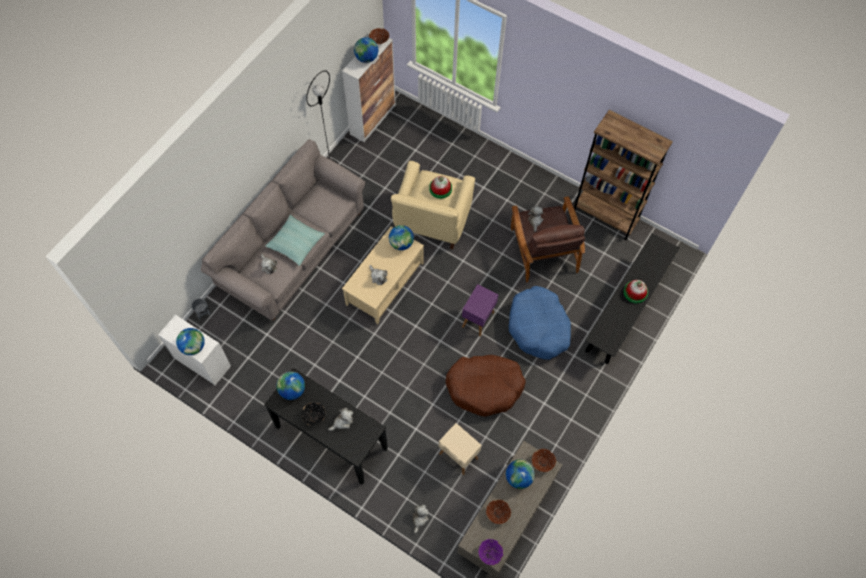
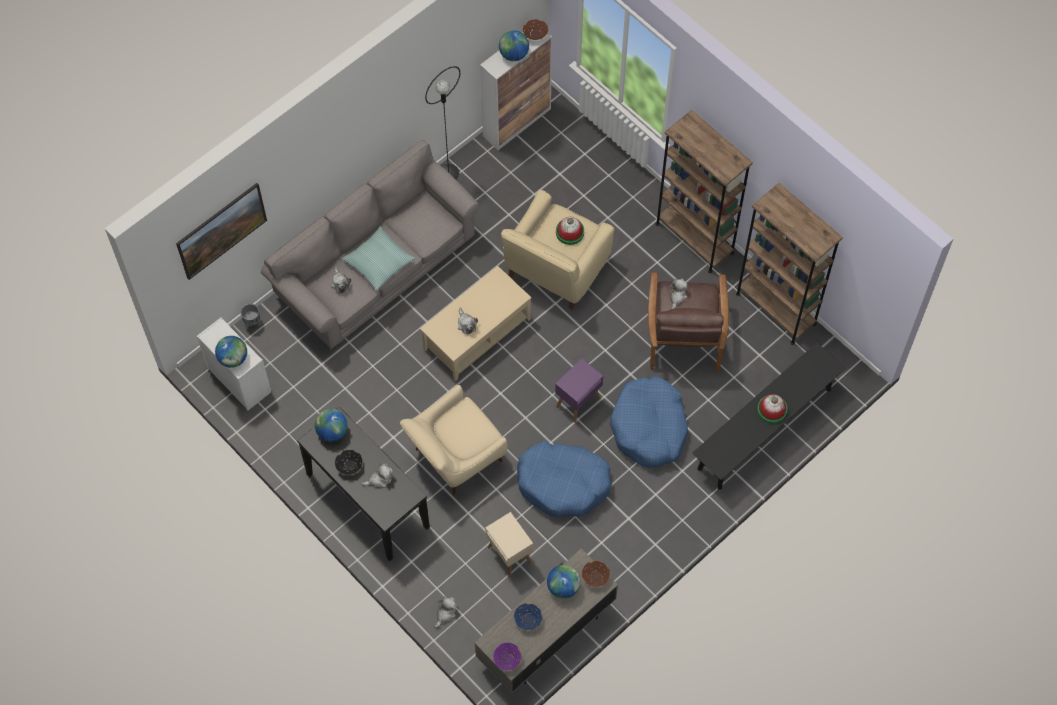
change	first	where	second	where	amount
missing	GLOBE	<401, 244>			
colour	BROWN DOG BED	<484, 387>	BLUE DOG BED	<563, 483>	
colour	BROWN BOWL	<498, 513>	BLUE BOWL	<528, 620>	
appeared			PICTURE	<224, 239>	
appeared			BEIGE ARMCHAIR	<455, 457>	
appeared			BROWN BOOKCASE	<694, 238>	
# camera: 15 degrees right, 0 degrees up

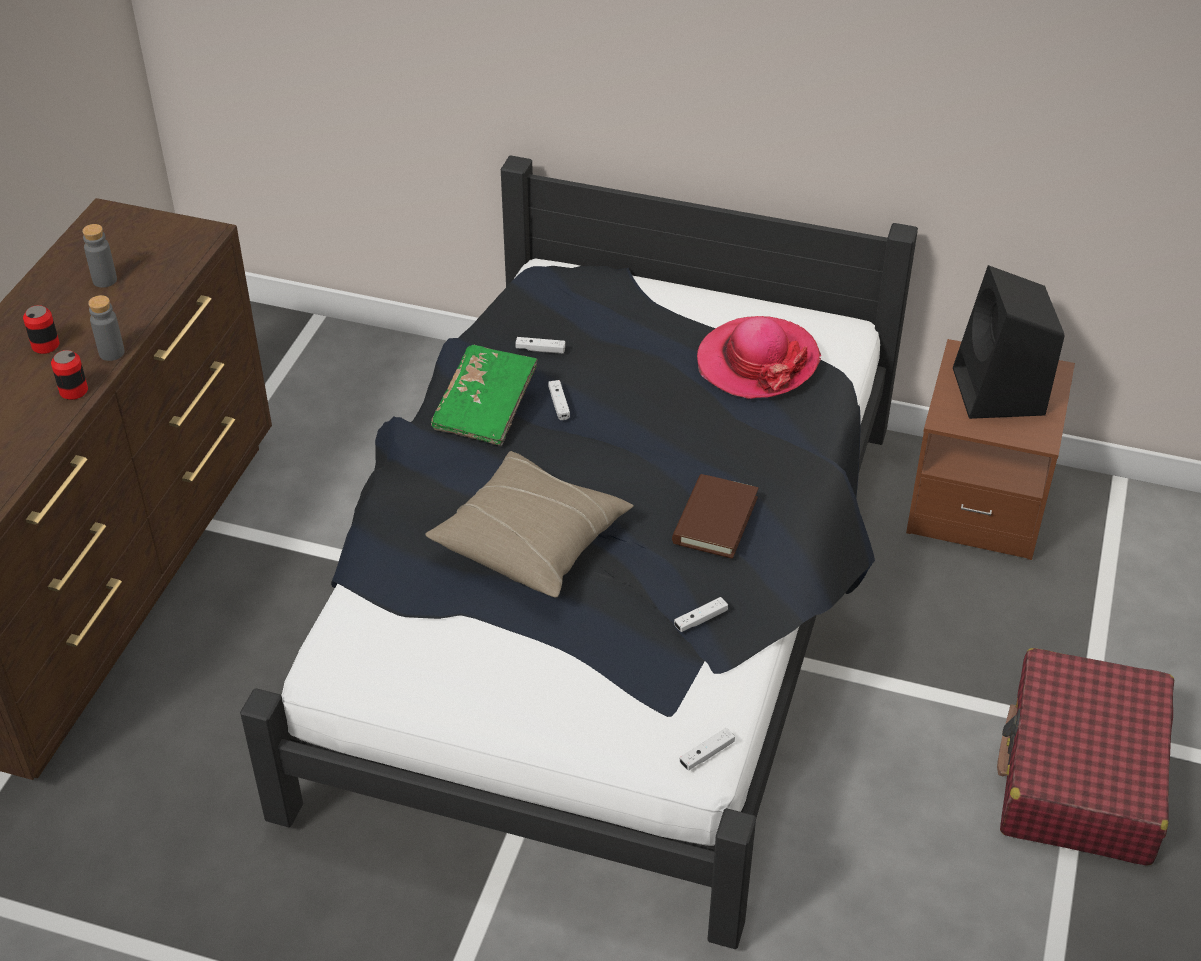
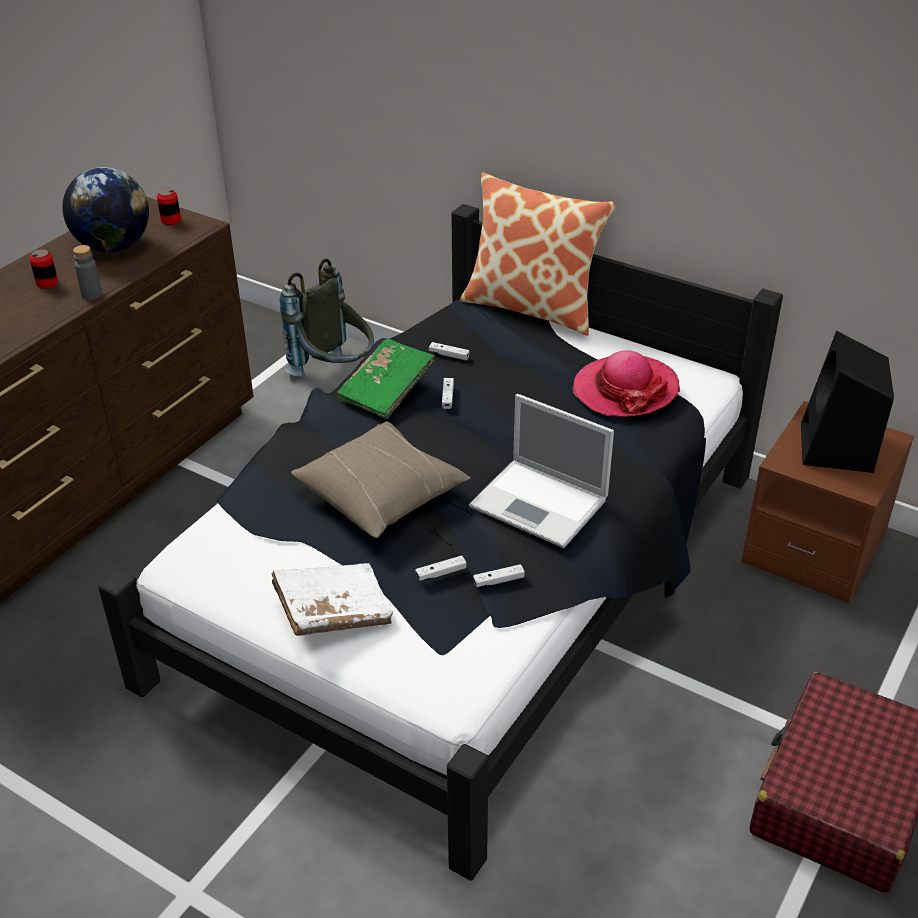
change	first	where	second	where	amount
relocated	CAN	<74, 391>		<171, 220>	
exchanged	GREY BOTTLE	<105, 280>	GLOBE	<113, 246>	
exchanged	BROWN BOOK	<715, 520>	LAPTOP	<541, 504>	
relocated	WHITE GAME CONTROLLER	<707, 754>		<441, 573>	
appeared			WHITE BOOK	<333, 612>	
appeared			GREY BACKPACK	<335, 373>	
appeared			PILLOW	<532, 307>	
# camera: 15 degrees right, 5 degrees down

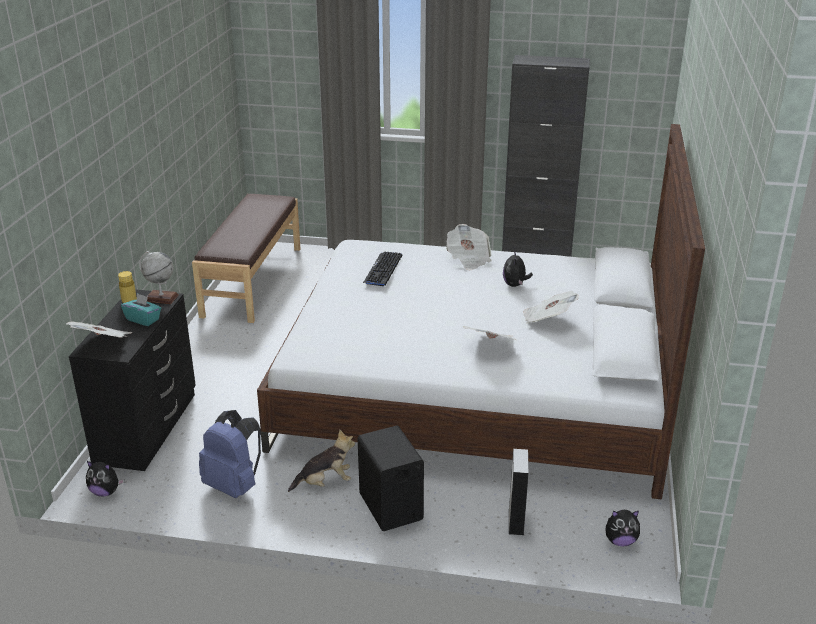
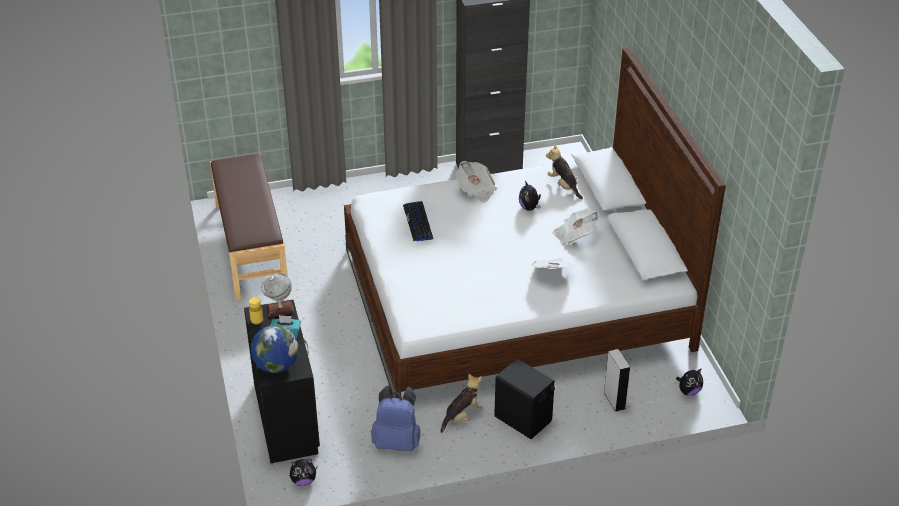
change	first	where	second	where	amount
exchanged	NEWSPAPER	<103, 343>	GLOBE	<276, 366>	
appeared			PLUSH TOY	<563, 186>	
# camera: 25 degrees left, 10 degrees up

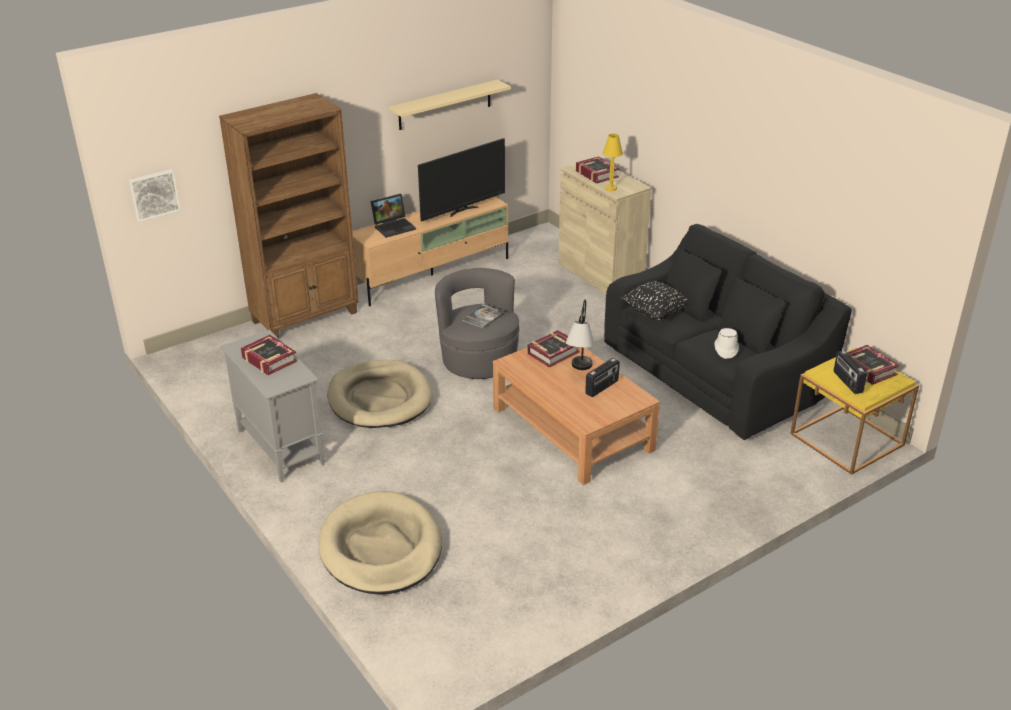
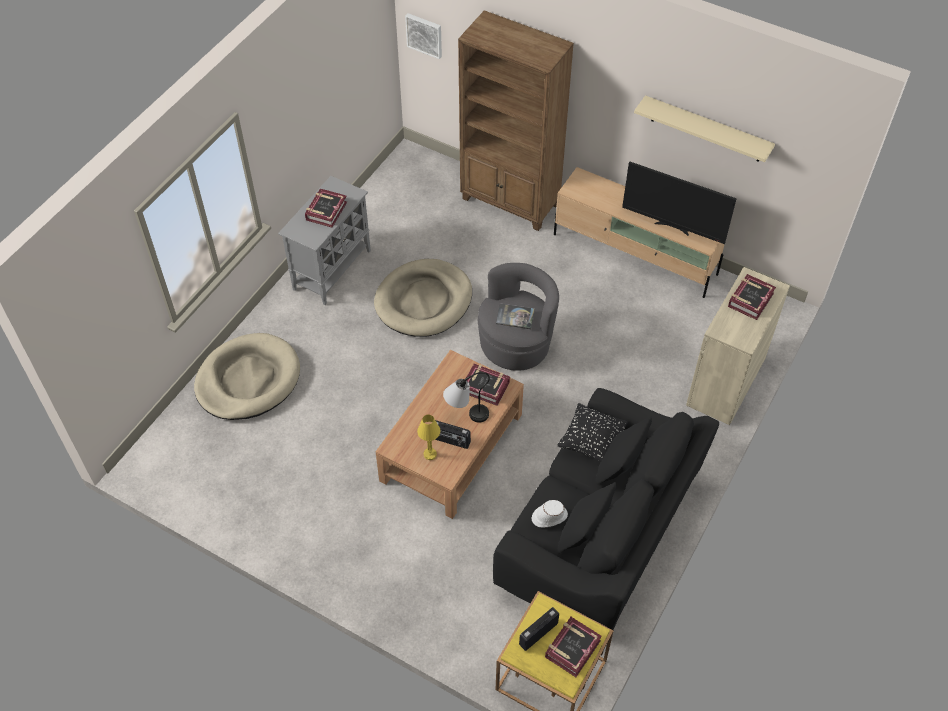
change	first	where	second	where	amount
missing	LAPTOP	<394, 226>			
relocated	YELLOW TABLE LAMP	<610, 188>		<430, 454>	
# camera: 65 degrees right, 20 degrees up

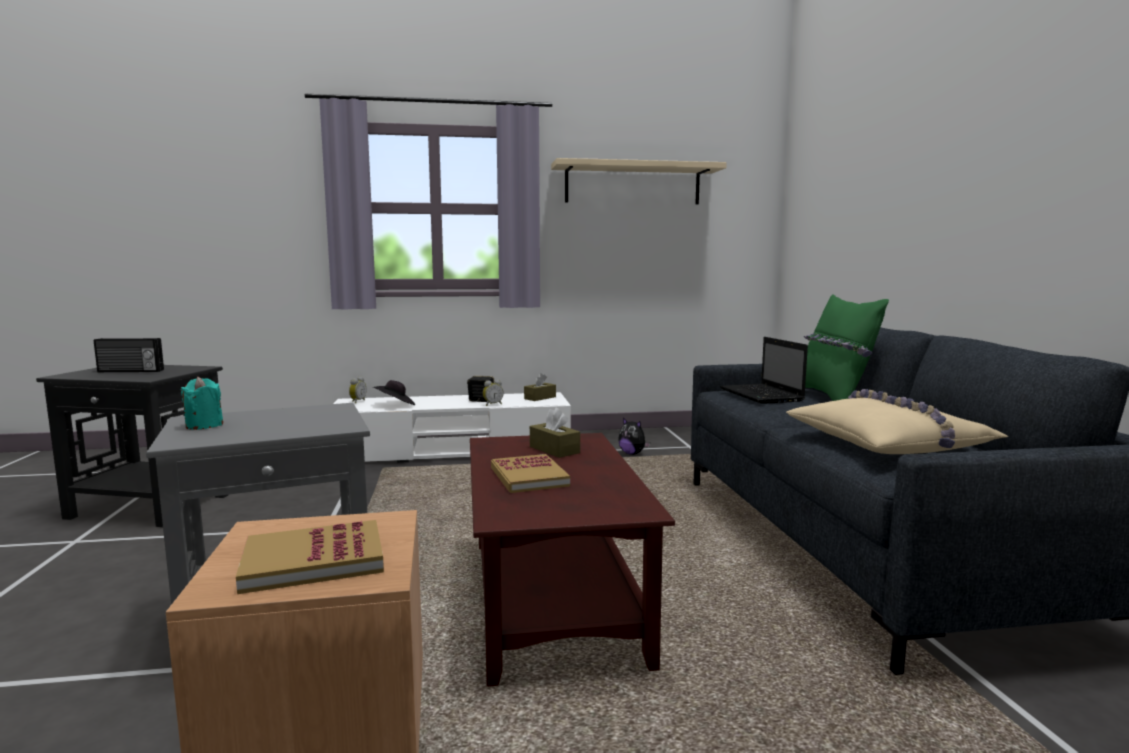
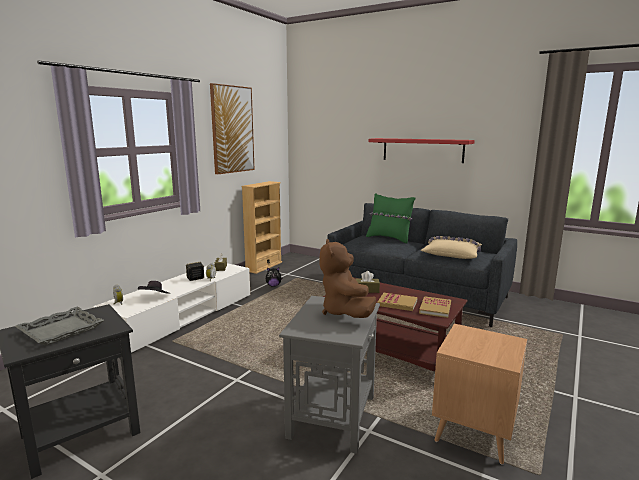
change	first	where	second	where	amount
exchanged	RADIO	<130, 371>	GREY TRAY	<61, 330>	
missing	TURQUOISE CANDLE	<204, 425>			
relocated	BOOK	<314, 561>		<435, 308>	
exchanged	BEIGE SHELF	<633, 184>	PICTURE	<232, 129>	
missing	LAPTOP	<762, 395>			
appeared			BEIGE BOOKCASE	<264, 266>	
appeared			BROWN PLUSH TOY	<345, 312>	
appeared			RED SHELF	<422, 150>	
# camera: 50 degrees left, 5 degrees up

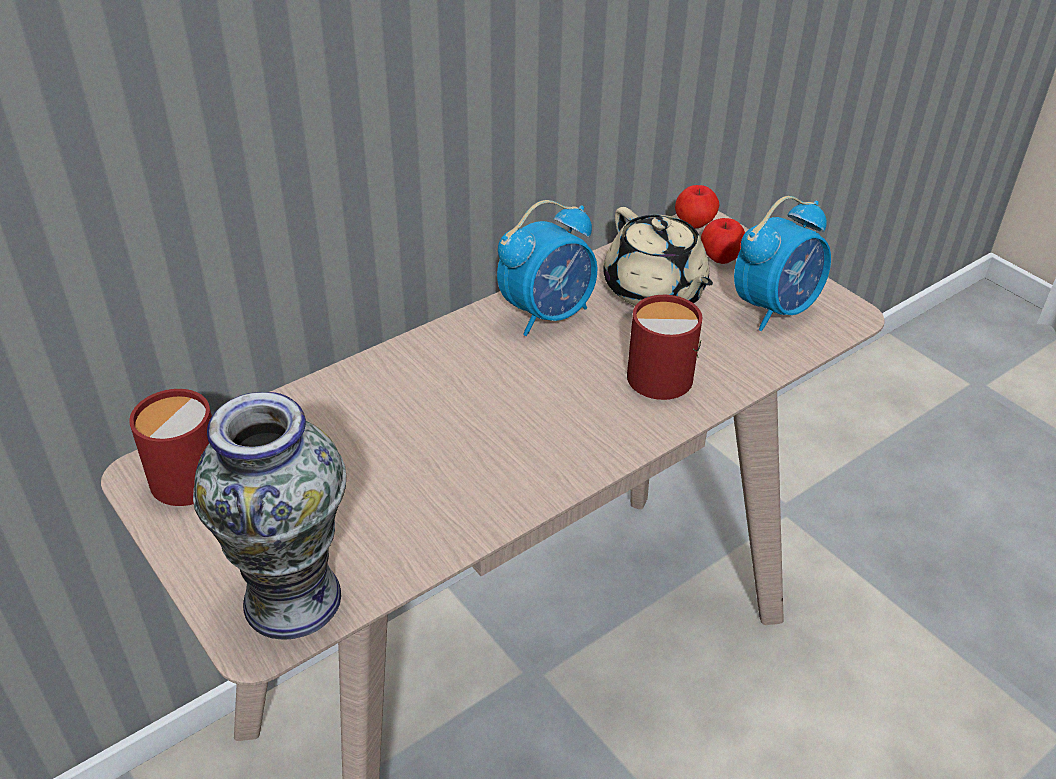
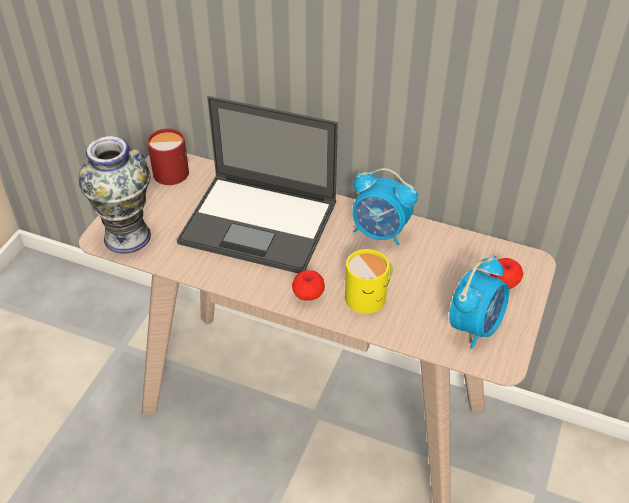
change	first	where	second	where	amount
missing	BEIGE TEAPOT	<655, 291>			
colour	RED MUG	<660, 372>	YELLOW MUG	<370, 296>	
relocated	APPLE	<694, 224>		<308, 296>	
spun	ALARM CLOCK	<776, 308>		<475, 326>	75 degrees counterclockwise
appeared			LAPTOP	<261, 223>	
# camera: 60 degrees right, 5 degrees up

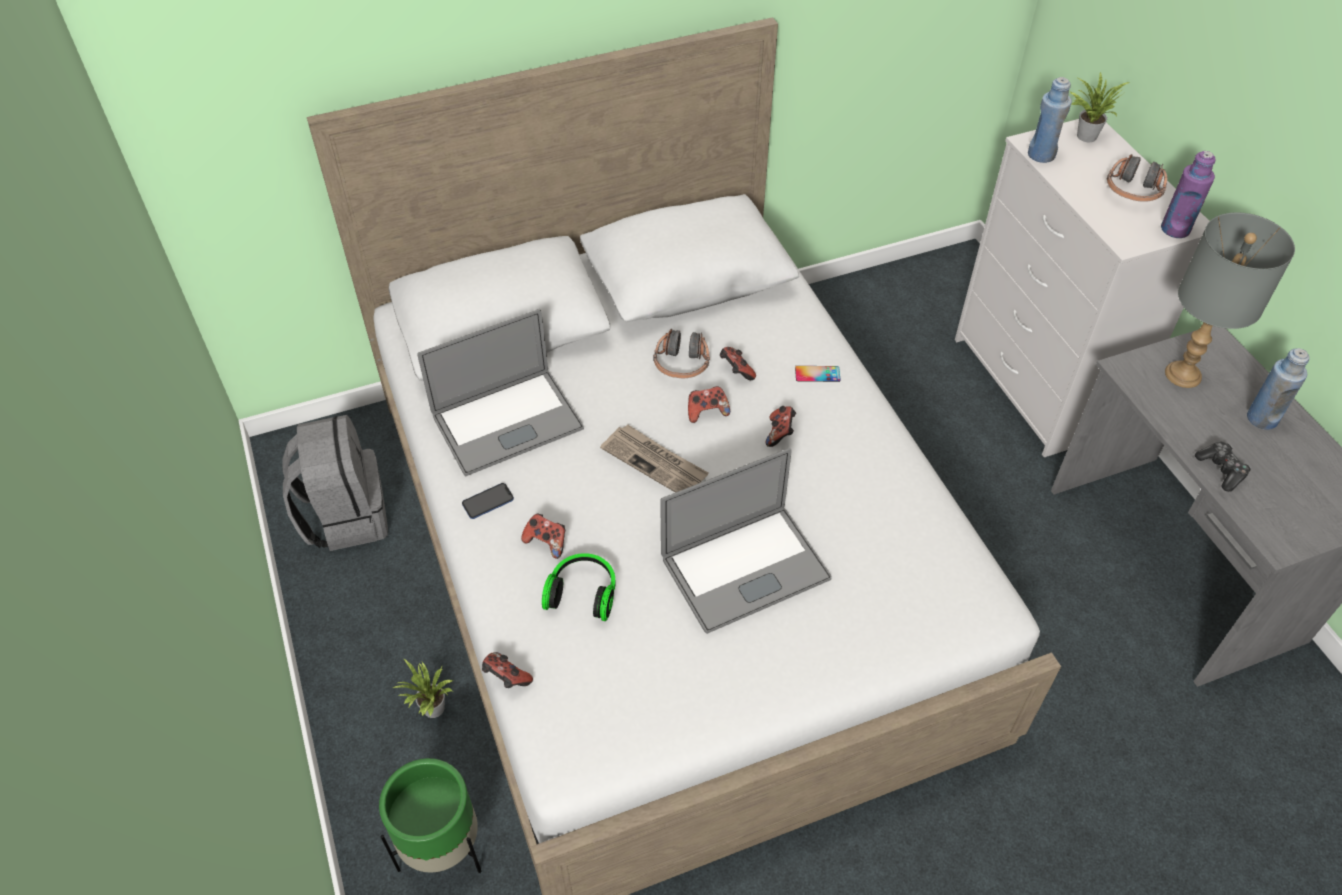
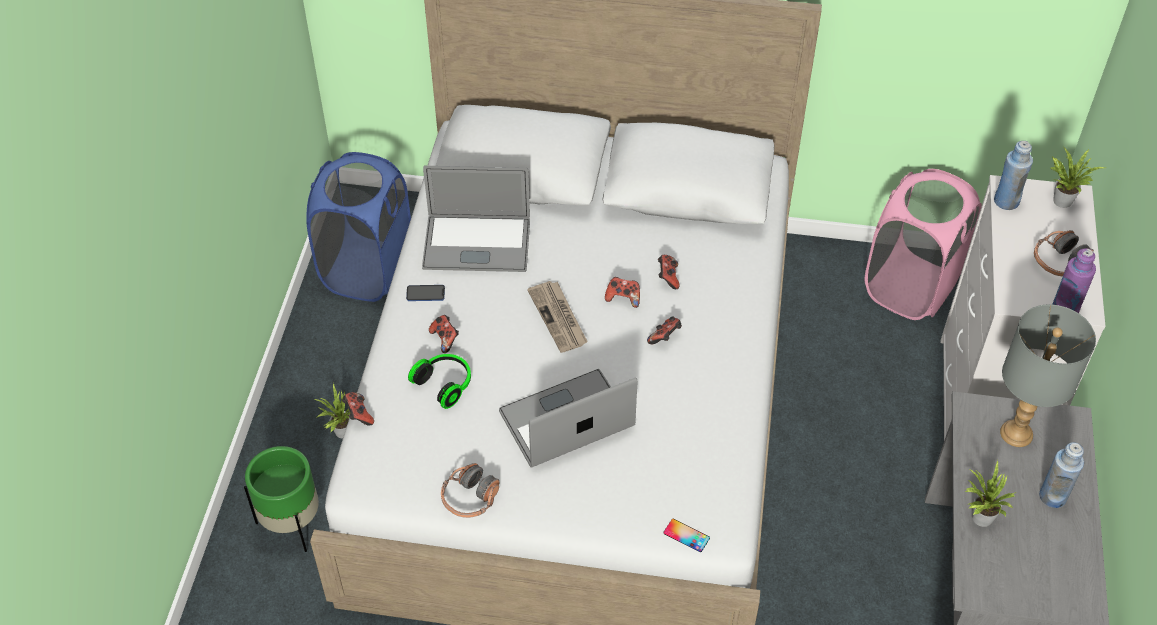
change	first	where	second	where	amount
exchanged	GREY BACKPACK	<346, 516>	BLUE LAUNDRY BASKET	<367, 270>	
relocated	HEADPHONES	<682, 363>		<470, 498>	
spun	LAPTOP	<745, 568>		<566, 420>	150 degrees clockwise
relocated	PHONE	<817, 374>		<686, 535>	
exchanged	GAME CONTROLLER	<1221, 470>	POTTED PLANT	<979, 517>	
appeared			PINK LAUNDRY BASKET	<910, 287>	
# camera: 30 degrees right, 0 degrees up

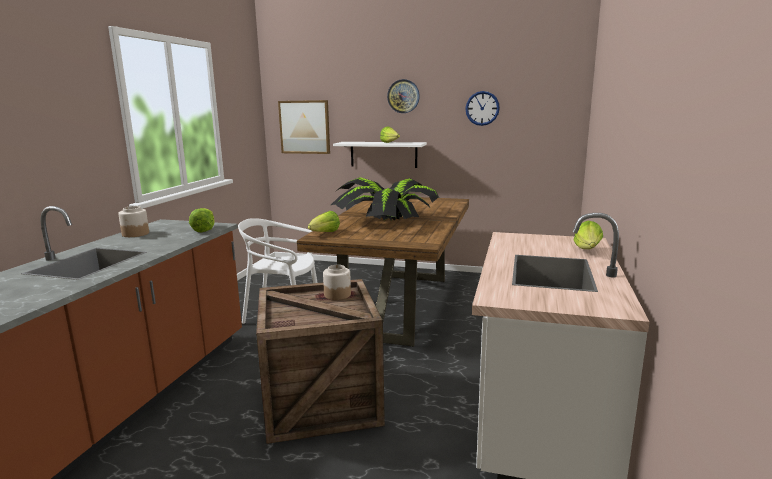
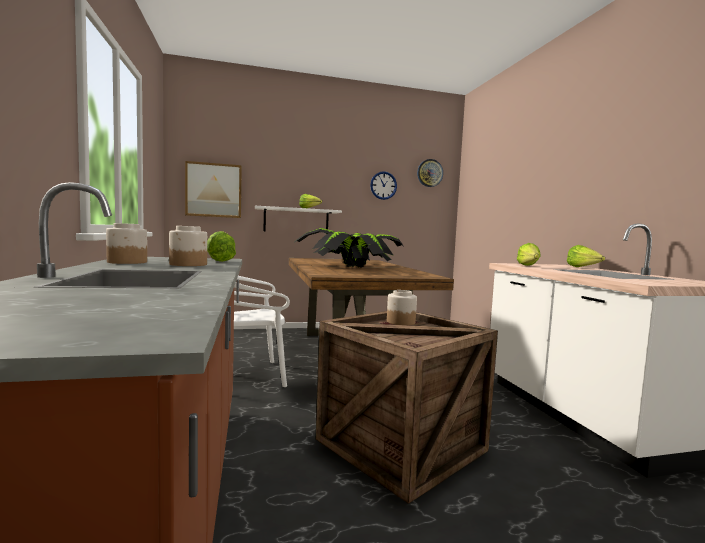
change	first	where	second	where	amount
relocated	LETTUCE	<325, 233>		<529, 266>	
relocated	WALL CLOCK	<403, 96>		<429, 173>	
appeared			JAR	<189, 264>	
# camera: 30 degrees left, 10 degrees down

